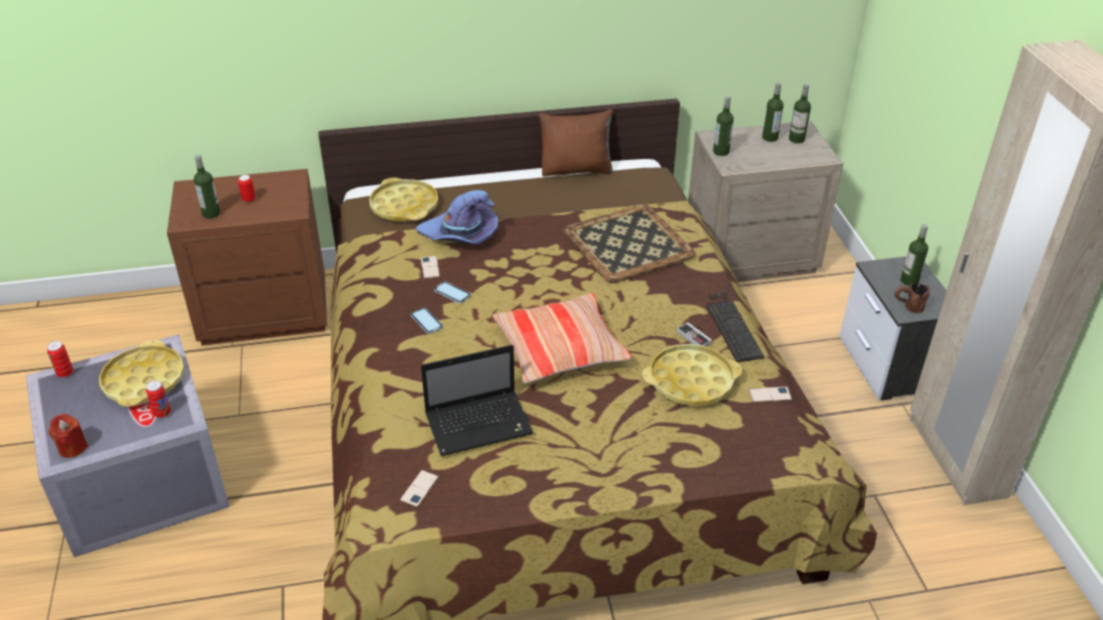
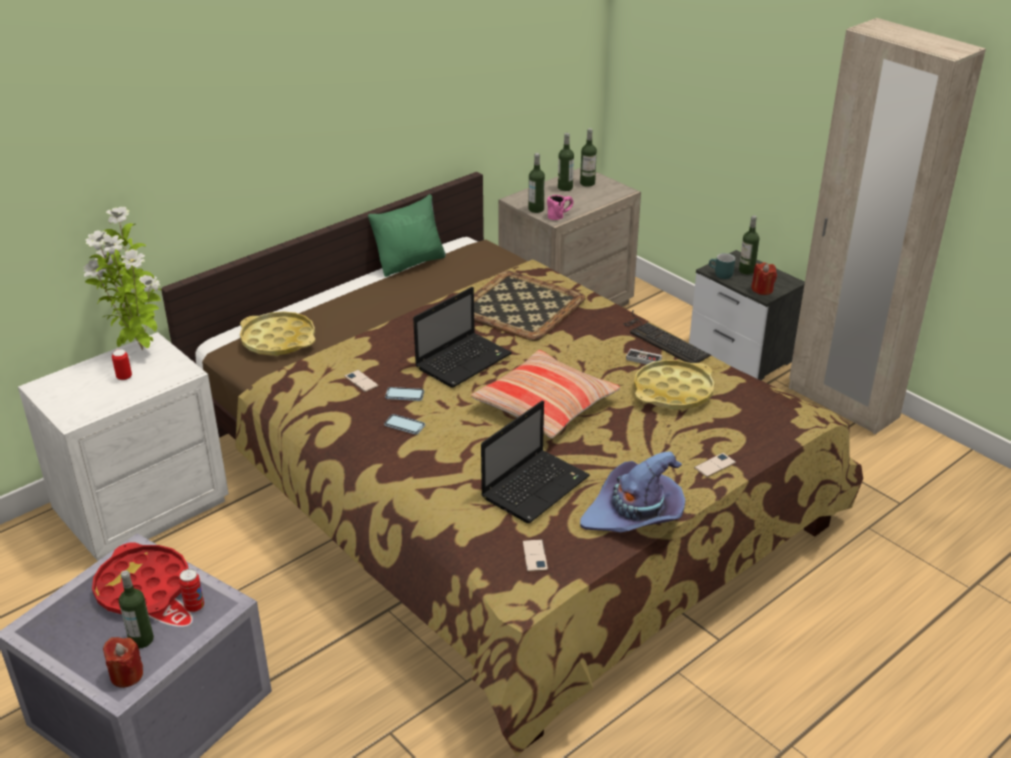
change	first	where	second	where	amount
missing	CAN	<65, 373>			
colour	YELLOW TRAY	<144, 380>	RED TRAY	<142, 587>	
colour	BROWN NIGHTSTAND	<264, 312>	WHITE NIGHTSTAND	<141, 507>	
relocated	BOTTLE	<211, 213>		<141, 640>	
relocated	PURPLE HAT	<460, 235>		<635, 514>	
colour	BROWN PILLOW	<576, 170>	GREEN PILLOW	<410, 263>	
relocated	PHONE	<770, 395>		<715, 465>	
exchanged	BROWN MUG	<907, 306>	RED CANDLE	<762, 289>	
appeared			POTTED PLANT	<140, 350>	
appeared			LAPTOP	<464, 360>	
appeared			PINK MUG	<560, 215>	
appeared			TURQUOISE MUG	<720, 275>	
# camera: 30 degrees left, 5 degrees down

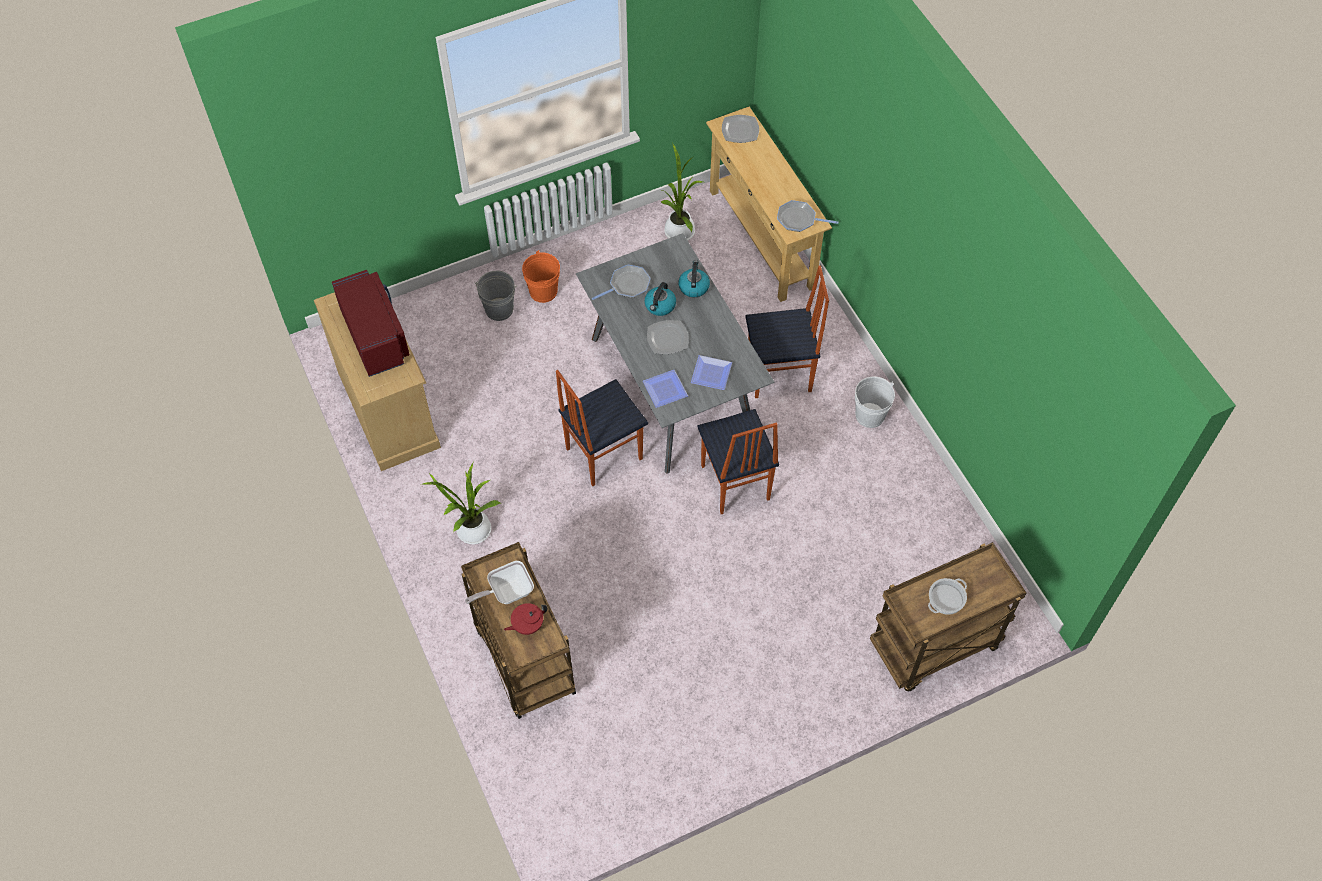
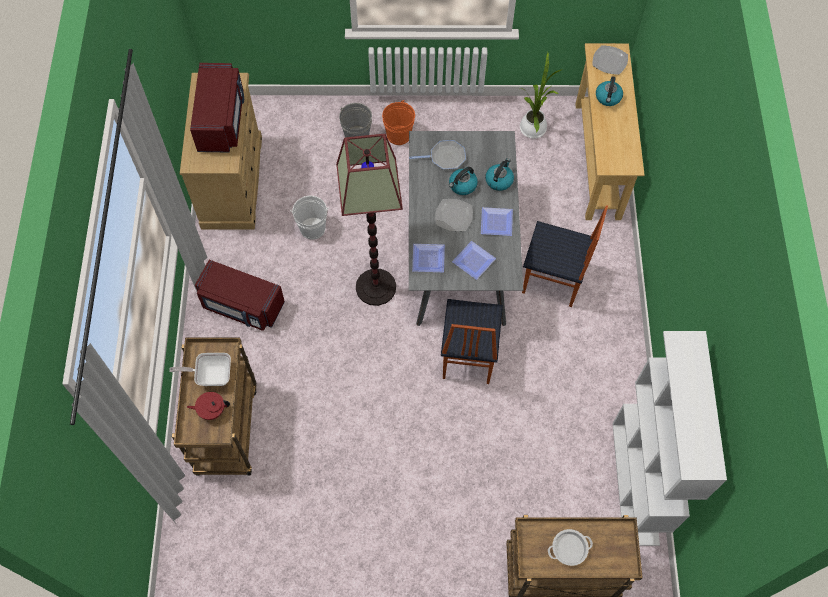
change	first	where	second	where	amount
exchanged	POTTED PLANT	<471, 530>	RED MICROWAVE	<242, 305>	
exchanged	CHAIR	<602, 453>	FLOOR LAMP	<375, 287>	
missing	FRYING PAN	<798, 219>			
relocated	WHITE BUCKET	<870, 415>		<312, 228>	
appeared			PLATE	<497, 223>	
appeared			KETTLE	<608, 98>	
appeared			WHITE BOOKCASE	<636, 483>	
# camera: 25 degrees right, 5 degrees up

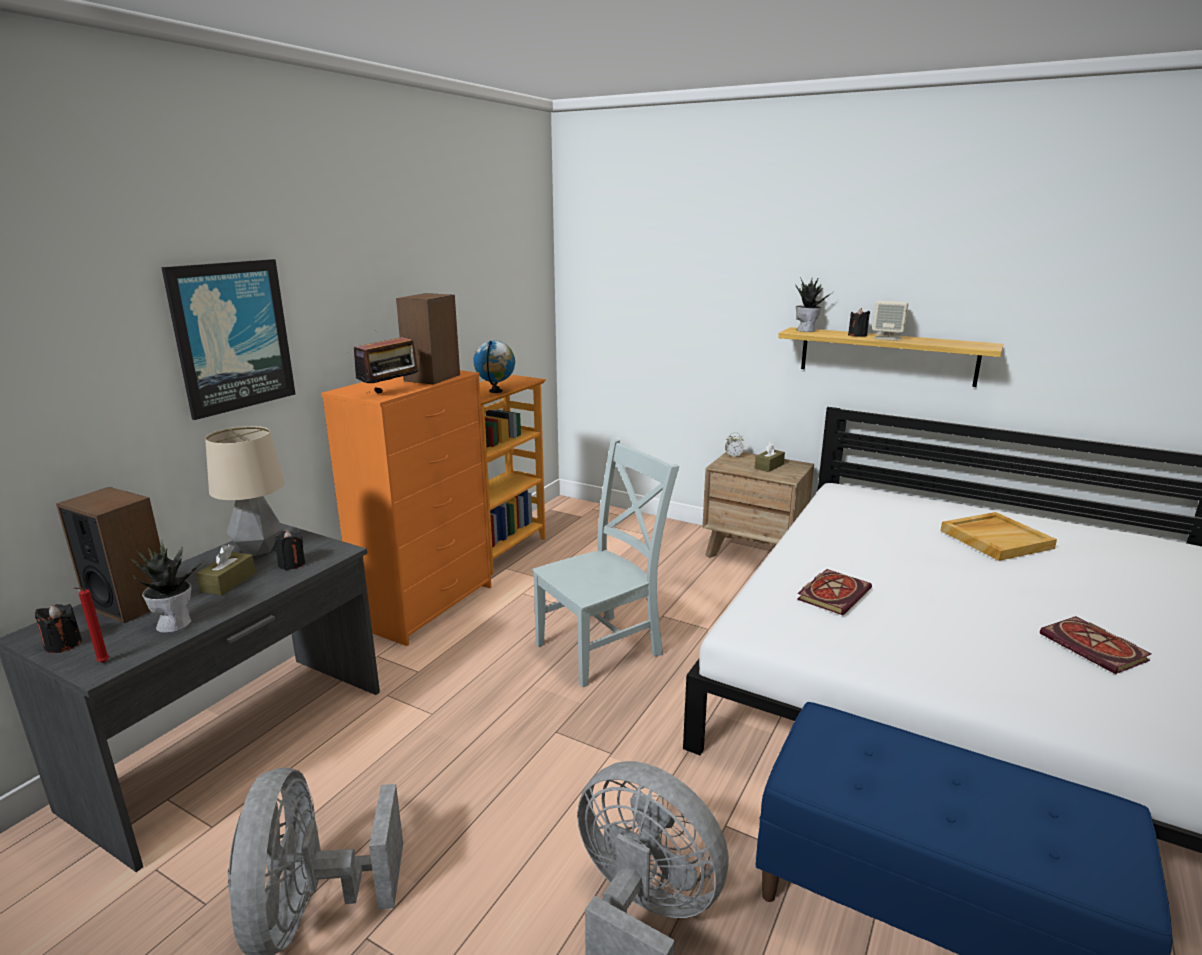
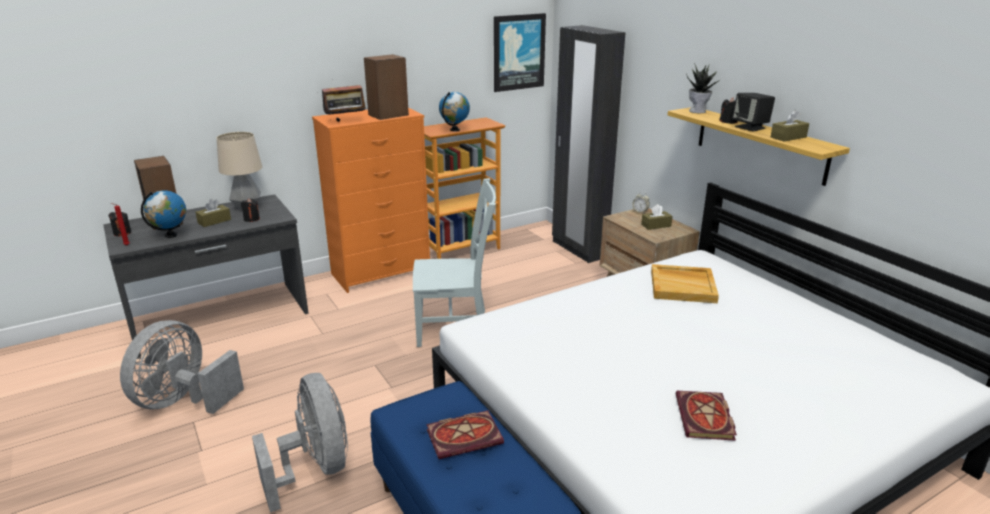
change	first	where	second	where	amount
exchanged	POTTED PLANT	<175, 623>	GLOBE	<171, 235>	
relocated	PICTURE	<232, 336>		<518, 52>	
relocated	BOOK	<833, 593>		<465, 436>	
colour	BEIGE SPEAKER	<888, 338>	BLACK SPEAKER	<750, 127>	
relocated	BEIGE TRAY	<996, 539>		<683, 286>	
appeared			BLACK WARDROBE	<578, 249>	
appeared			BROWN TISSUE BOX	<788, 137>	
# camera: 30 degrees right, 5 degrees up

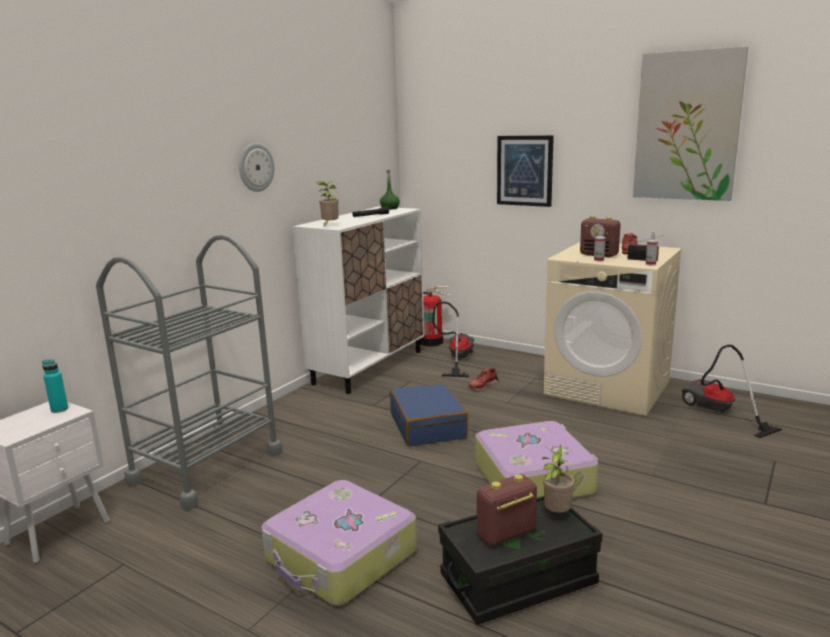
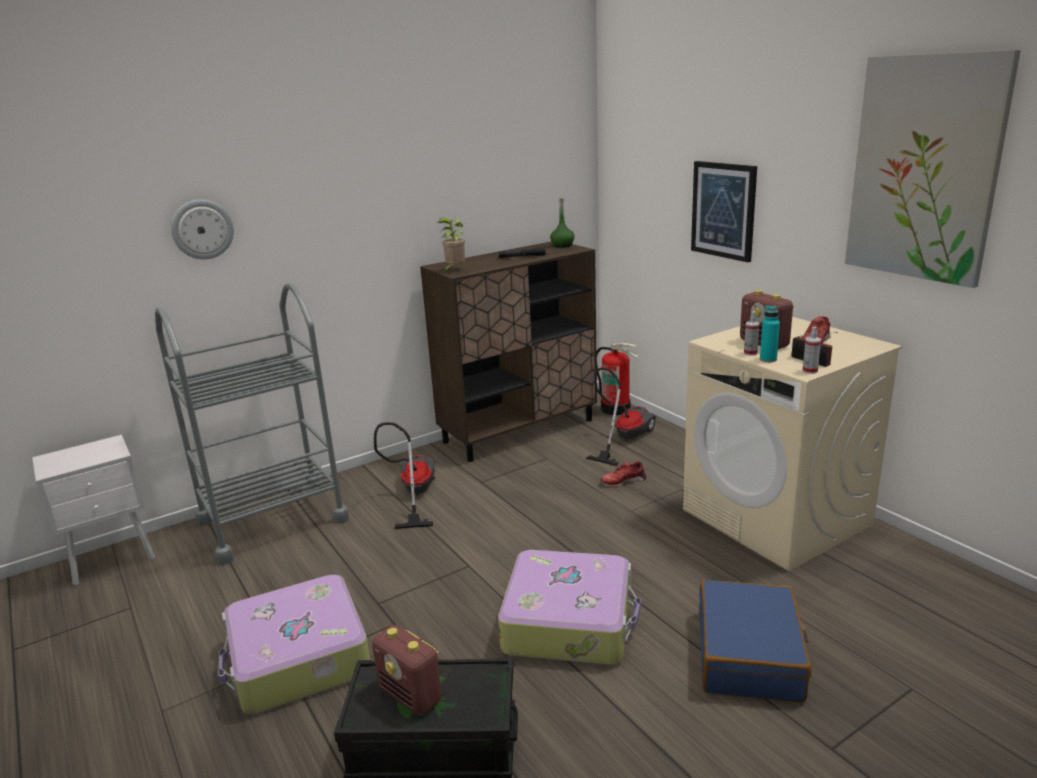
change	first	where	second	where	amount
relocated	TURQUOISE BOTTLE	<59, 409>		<768, 359>	
relocated	WALL CLOCK	<255, 167>		<202, 229>	
colour	WHITE CABINET	<369, 367>	BROWN CABINET	<519, 431>	
relocated	BLUE SUITCASE	<428, 426>		<749, 655>	
spun	RADIO	<506, 534>		<411, 695>	135 degrees counterclockwise
missing	POTTED PLANT	<555, 514>			
relocated	VACUUM CLEANER	<717, 413>		<413, 494>	
# camera: 25 degrees right, 5 degrees up

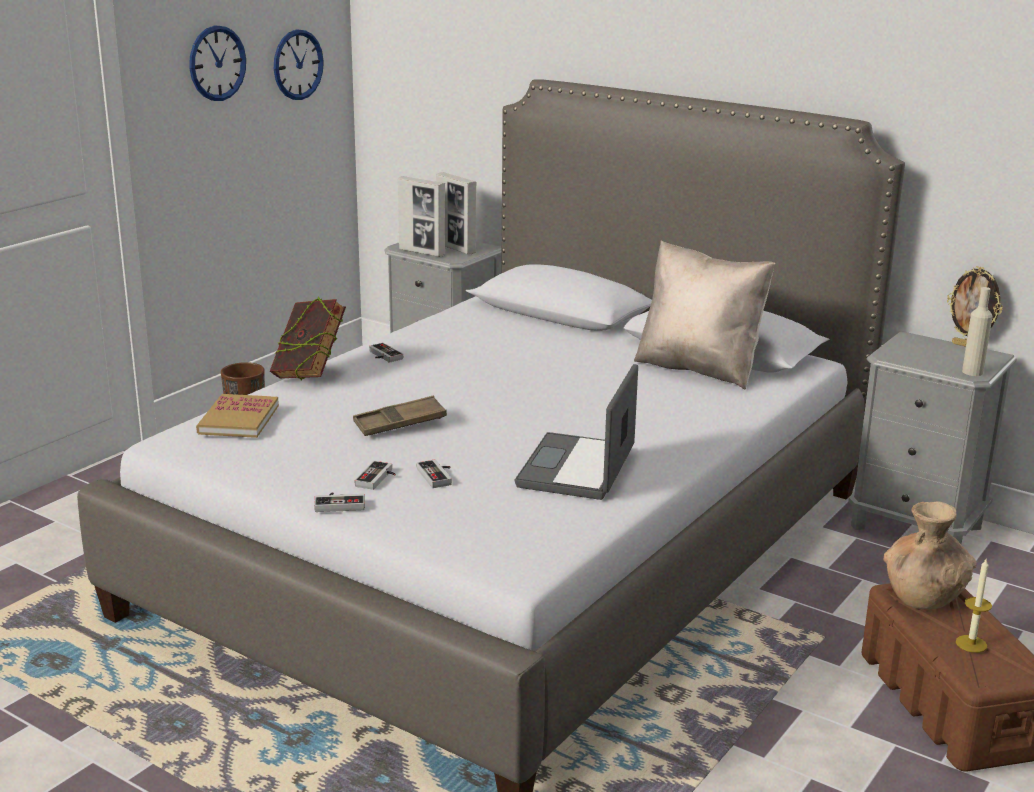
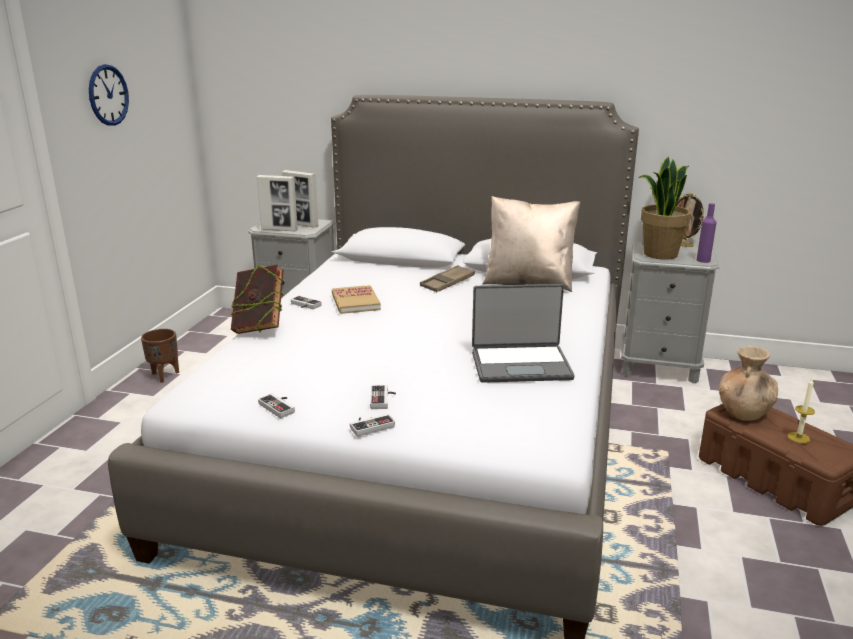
change	first	where	second	where	amount
relocated	BOOK	<238, 419>		<355, 302>	
missing	WALL CLOCK	<298, 64>			
relocated	BROWN TRAY	<400, 423>		<447, 283>	
relocated	GAME CONTROLLER	<438, 476>		<280, 407>	
spun	LAPTOP	<578, 469>		<520, 364>	90 degrees counterclockwise
colour	BEIGE BOTTLE	<972, 372>	PURPLE BOTTLE	<703, 260>	
appeared			POTTED PLANT	<659, 254>	
# camera: 20 degrees left, 0 degrees up

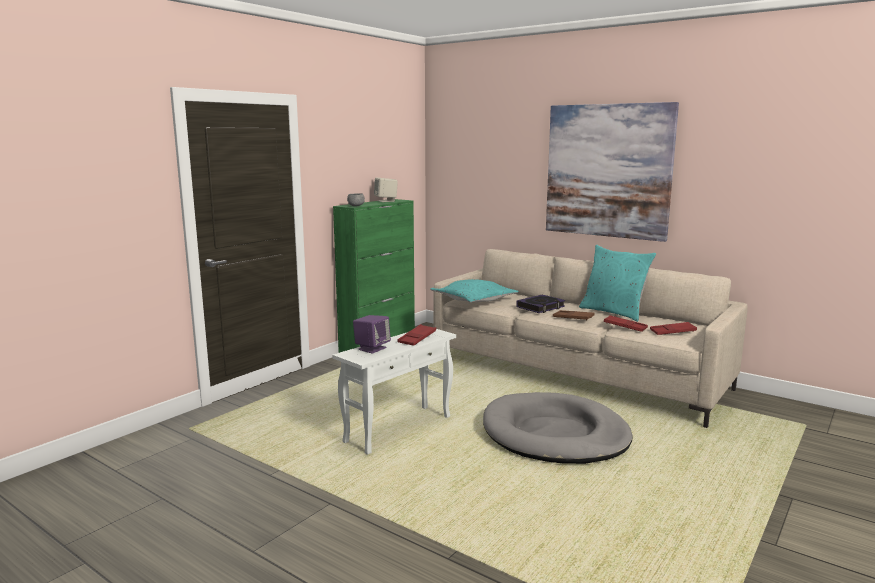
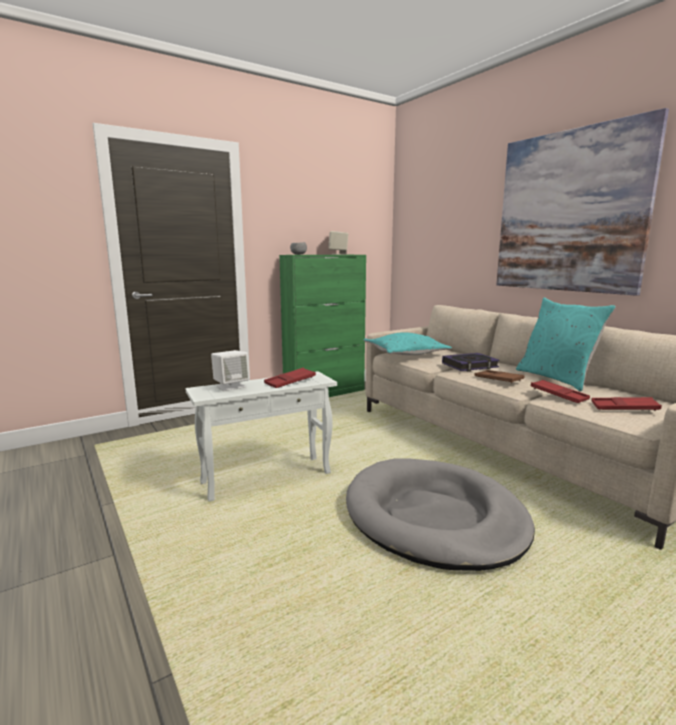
change	first	where	second	where	amount
colour	PURPLE SPEAKER	<372, 348>	WHITE SPEAKER	<231, 386>	
# camera: 20 degrees right, 0 degrees up

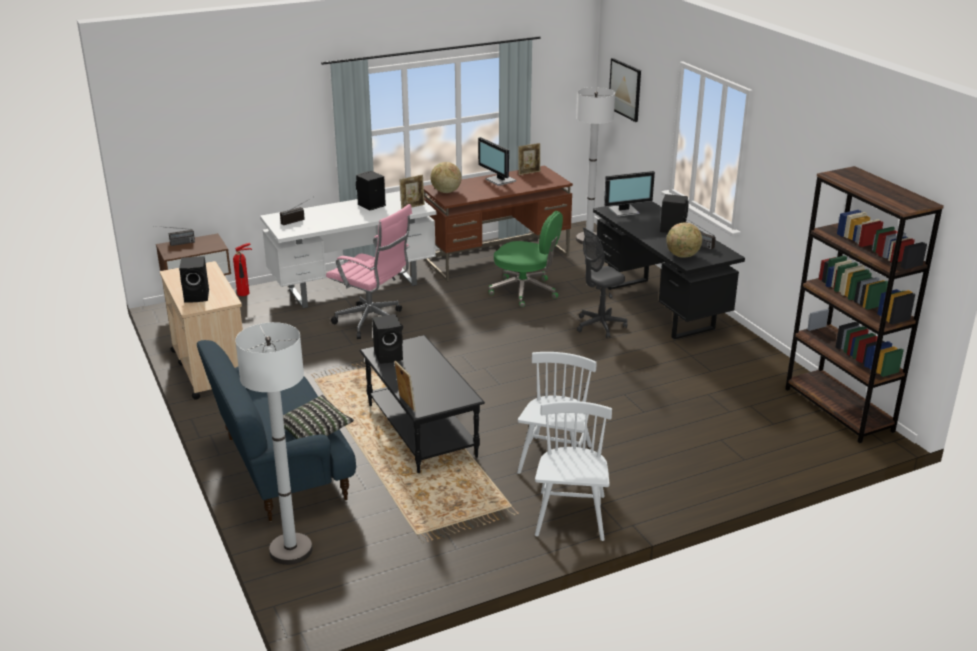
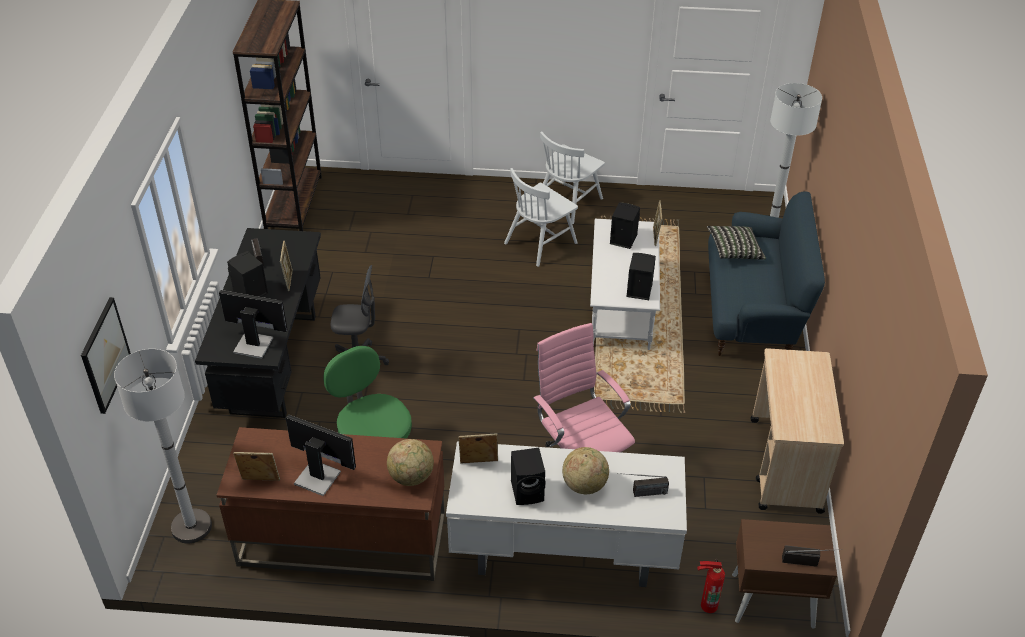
change	first	where	second	where	amount
relocated	BLACK SPEAKER	<198, 296>		<622, 239>	
colour	BLACK COFFEE TABLE	<420, 430>	WHITE COFFEE TABLE	<622, 307>	
spun	MONITOR	<499, 180>		<318, 476>	60 degrees counterclockwise
relocated	GLOBE	<682, 256>		<584, 485>	
appeared			PICTURE FRAME	<288, 280>	
# camera: 150 degrees left, 15 degrees up

